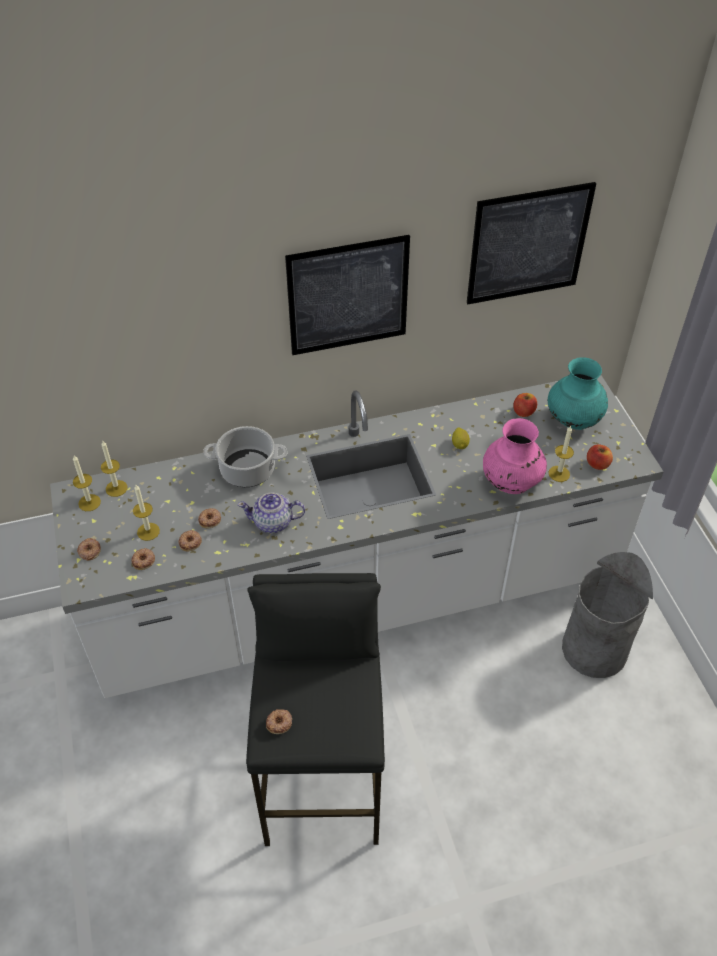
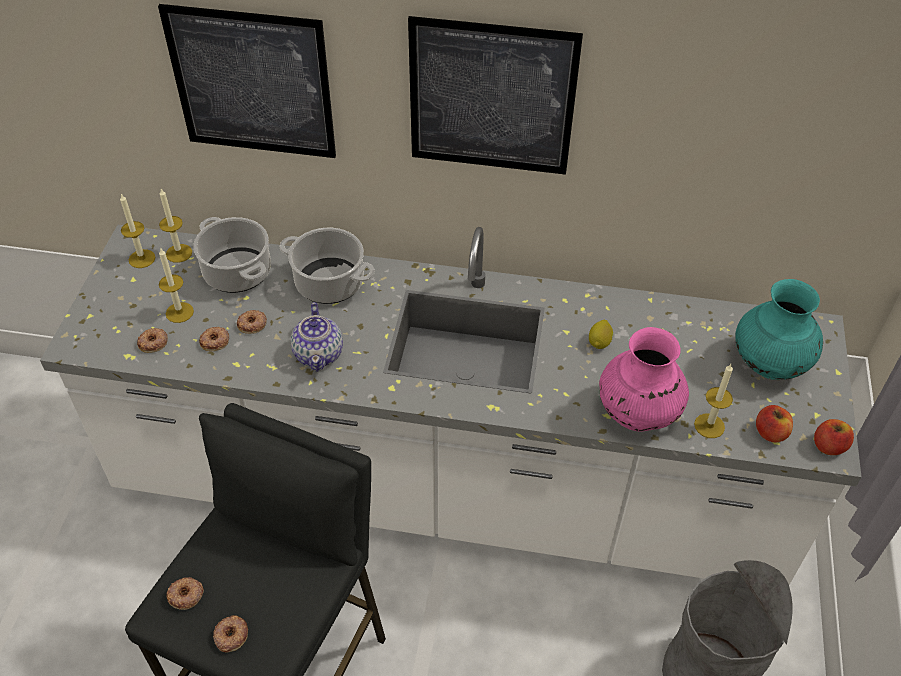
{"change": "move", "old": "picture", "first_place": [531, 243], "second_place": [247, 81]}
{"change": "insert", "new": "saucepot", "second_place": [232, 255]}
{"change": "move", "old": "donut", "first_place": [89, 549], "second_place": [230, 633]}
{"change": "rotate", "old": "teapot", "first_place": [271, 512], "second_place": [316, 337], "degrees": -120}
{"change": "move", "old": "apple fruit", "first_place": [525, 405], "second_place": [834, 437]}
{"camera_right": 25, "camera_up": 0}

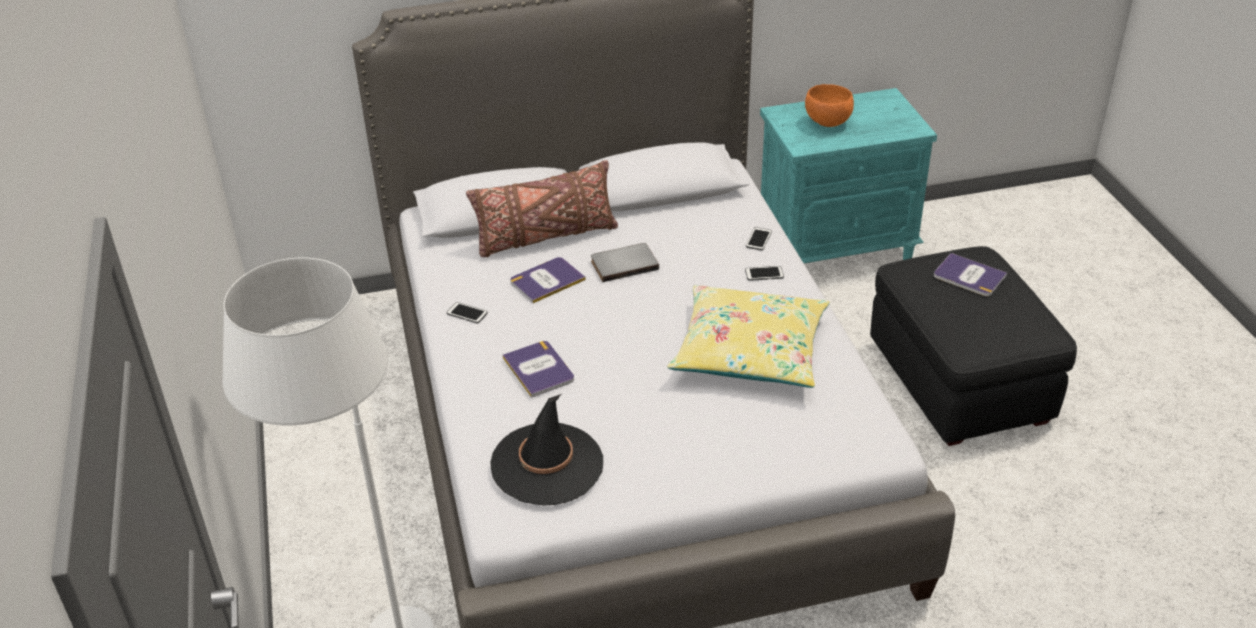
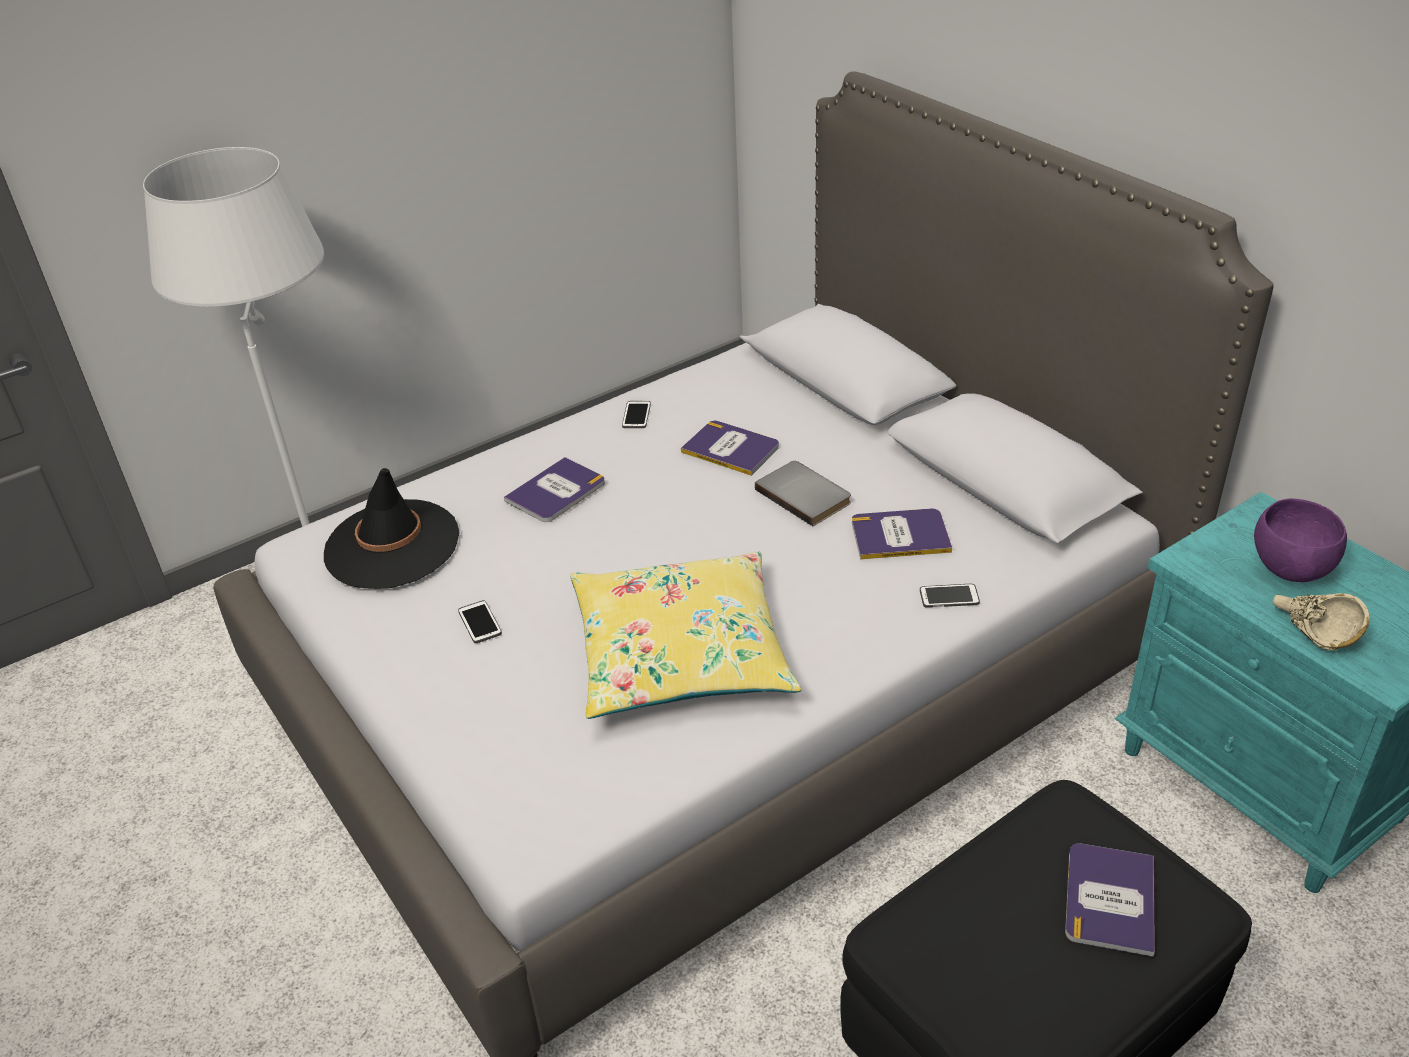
{"change": "move", "old": "handset", "first_place": [764, 273], "second_place": [480, 621]}
{"change": "insert", "new": "book", "second_place": [902, 533]}
{"change": "recolor", "old": "orangey serving bowl", "new": "purplish serving bowl", "first_place": [829, 105], "second_place": [1300, 540]}
{"change": "insert", "new": "sand-coloured serving bowl", "second_place": [1321, 622]}
{"change": "delete", "old": "brownish pillow", "first_place": [542, 208]}
{"camera_right": 70, "camera_up": 0}

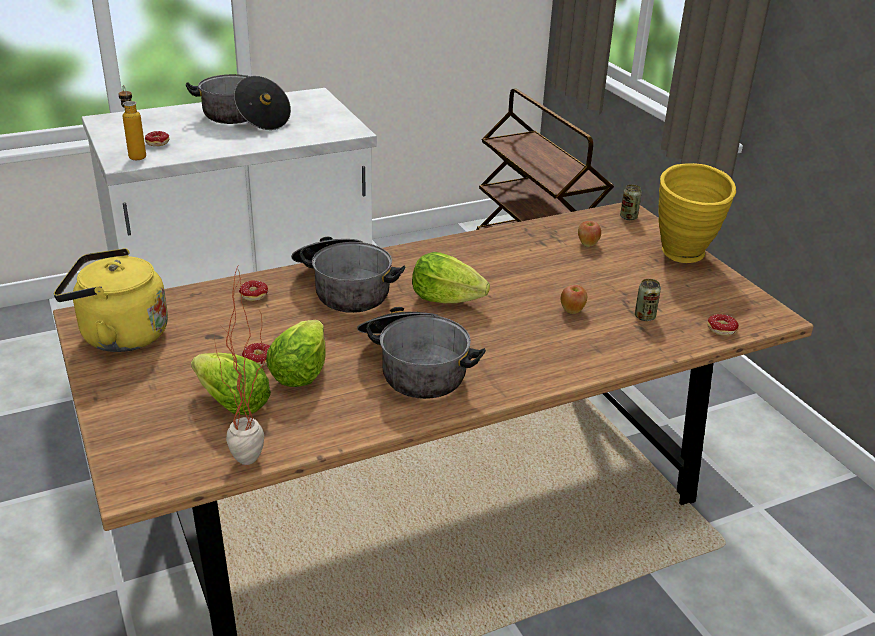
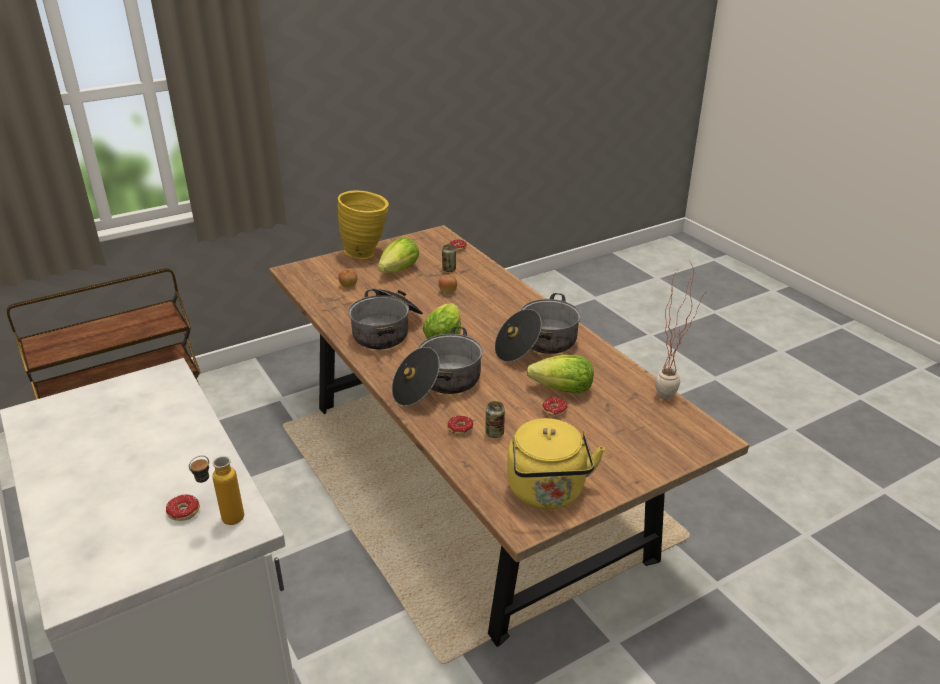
{"change": "move", "old": "saucepot", "first_place": [238, 102], "second_place": [385, 318]}
{"change": "move", "old": "lettuce", "first_place": [231, 384], "second_place": [398, 255]}
{"change": "move", "old": "sealed can", "first_place": [631, 202], "second_place": [495, 419]}
{"camera_right": -95, "camera_up": 0}

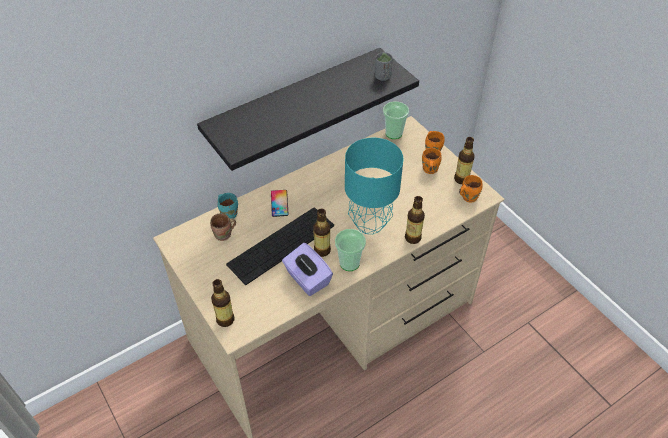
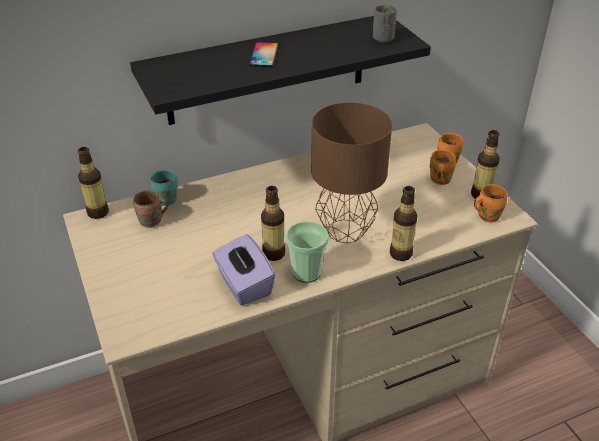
{"change": "move", "old": "drink bottle", "first_place": [223, 303], "second_place": [93, 183]}
{"change": "move", "old": "handset", "first_place": [280, 203], "second_place": [264, 54]}
{"change": "recolor", "old": "turquoise lamp for a table", "new": "brownish lamp for a table", "first_place": [374, 186], "second_place": [351, 172]}
{"change": "delete", "old": "PC keyboard", "first_place": [280, 246]}
{"change": "delete", "old": "small cup", "first_place": [396, 120]}
{"camera_right": 10, "camera_up": -10}

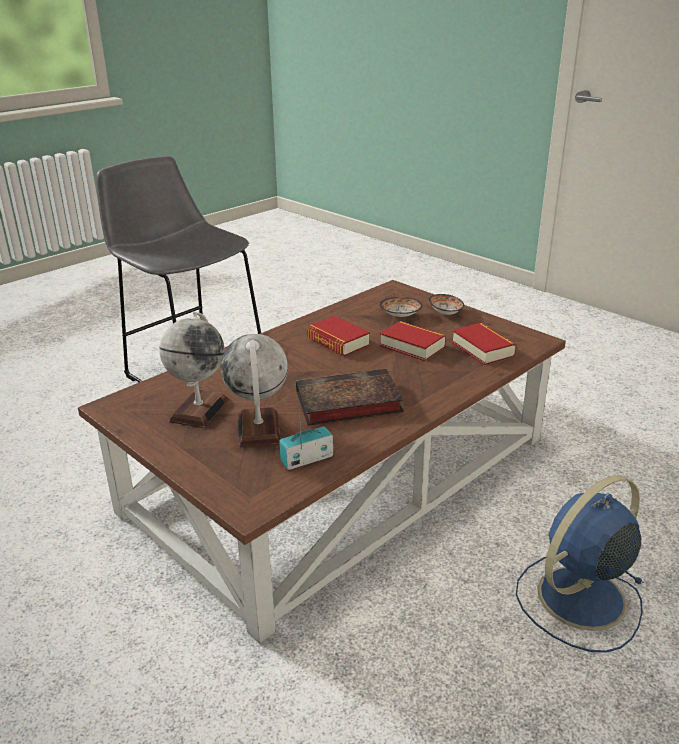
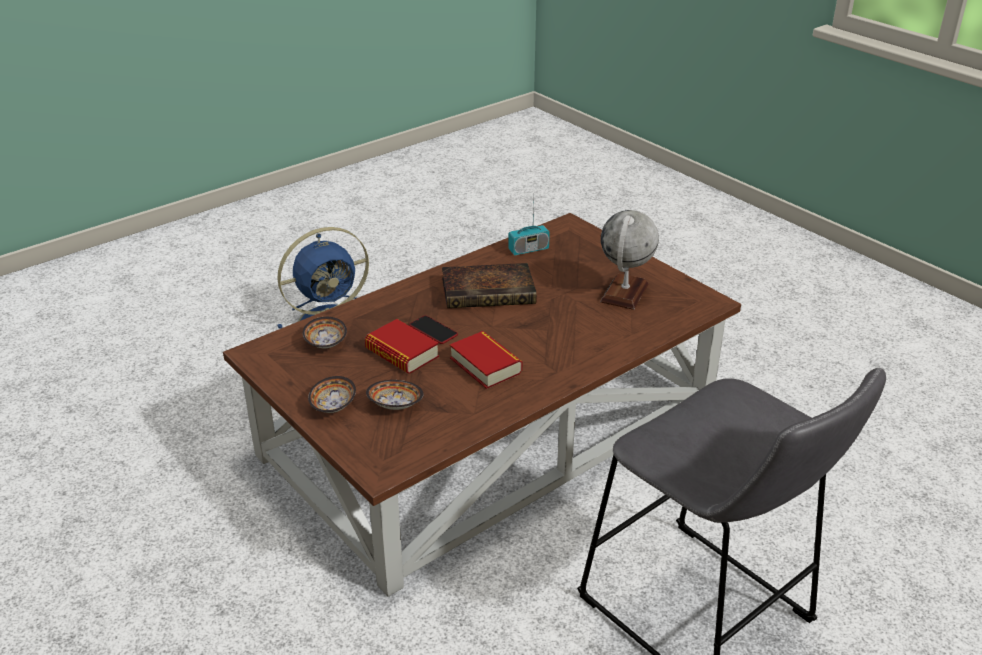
{"change": "replace", "old": "book", "new": "serving bowl", "first_place": [484, 344], "second_place": [325, 332]}
{"change": "insert", "new": "handset", "second_place": [433, 329]}
{"change": "delete", "old": "globe", "first_place": [254, 391]}
{"camera_right": -175, "camera_up": 5}

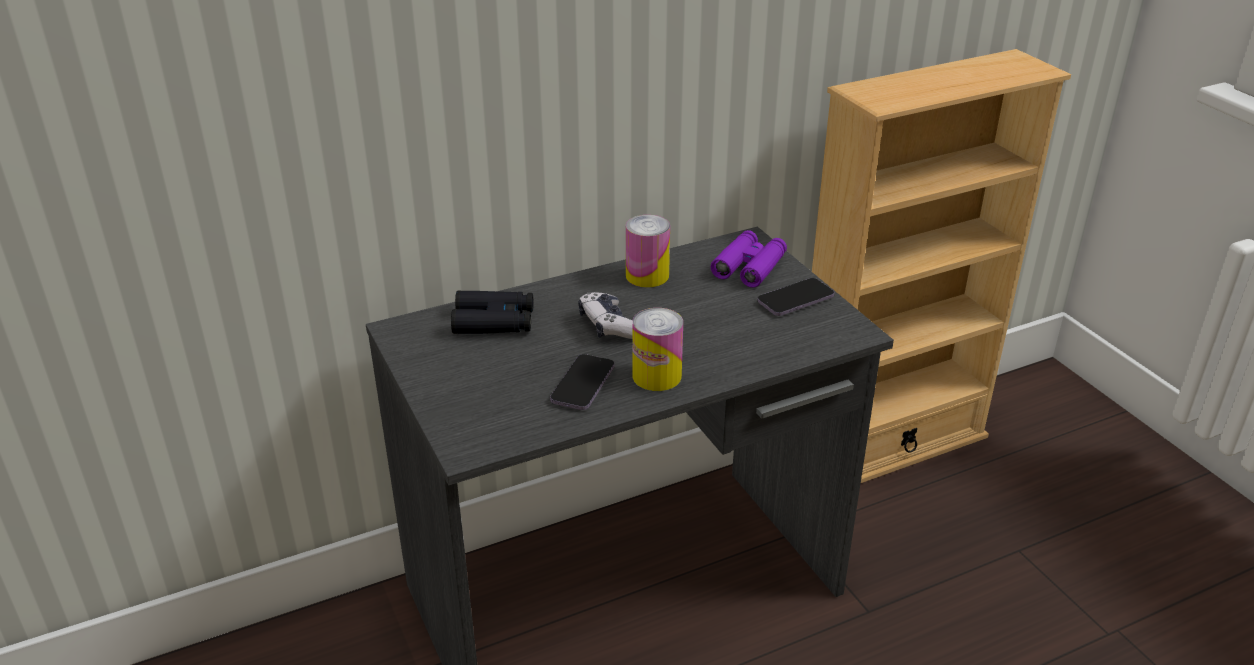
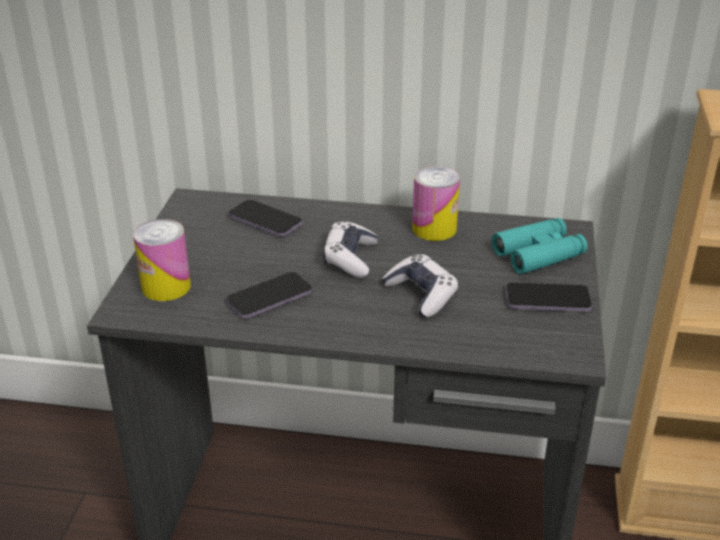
{"change": "move", "old": "sealed can", "first_place": [657, 349], "second_place": [162, 260]}
{"change": "replace", "old": "black-coloured pair of binoculars", "new": "handset", "first_place": [492, 312], "second_place": [265, 218]}
{"change": "insert", "new": "gamepad", "second_place": [420, 286]}
{"change": "recolor", "old": "purplish pair of binoculars", "new": "turquoise pair of binoculars", "first_place": [749, 259], "second_place": [539, 246]}
{"camera_right": 35, "camera_up": 0}

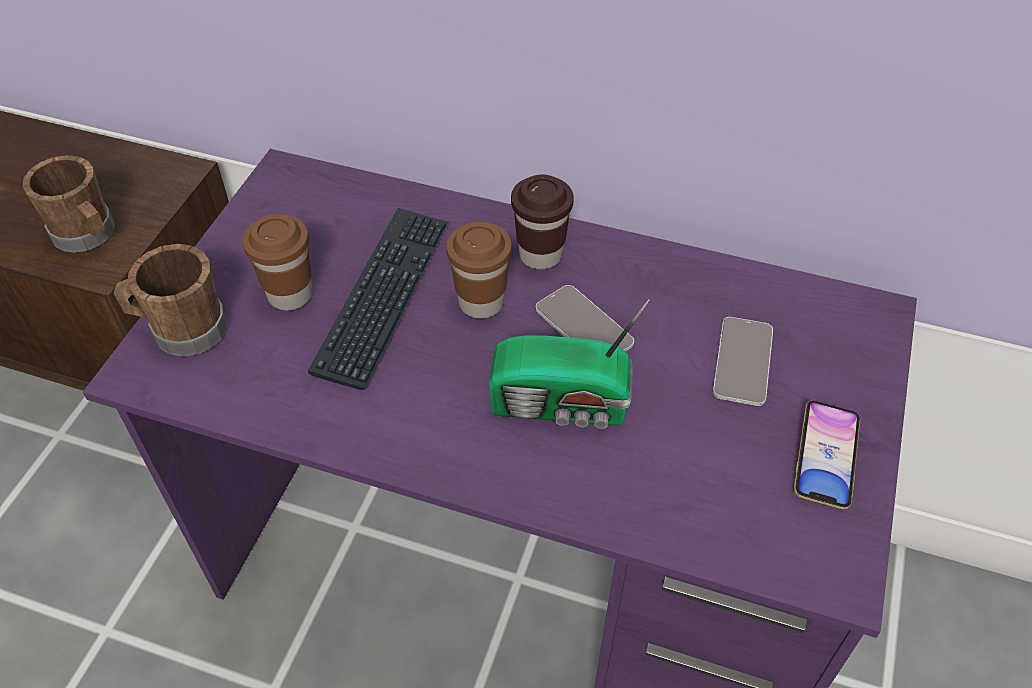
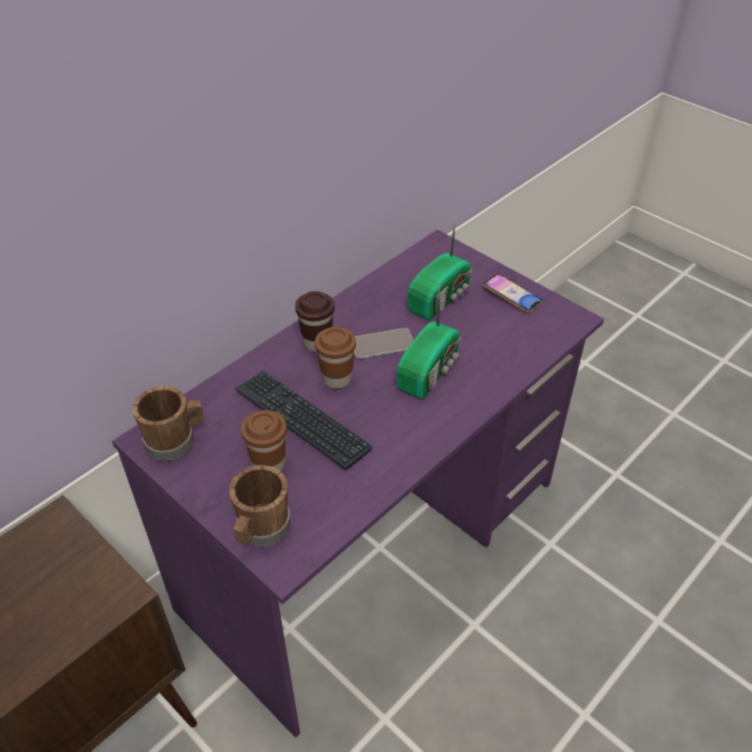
{"change": "move", "old": "brownish coffee mug", "first_place": [68, 204], "second_place": [168, 423]}
{"change": "replace", "old": "handset", "new": "radio", "first_place": [743, 361], "second_place": [440, 268]}
{"camera_right": -65, "camera_up": -5}

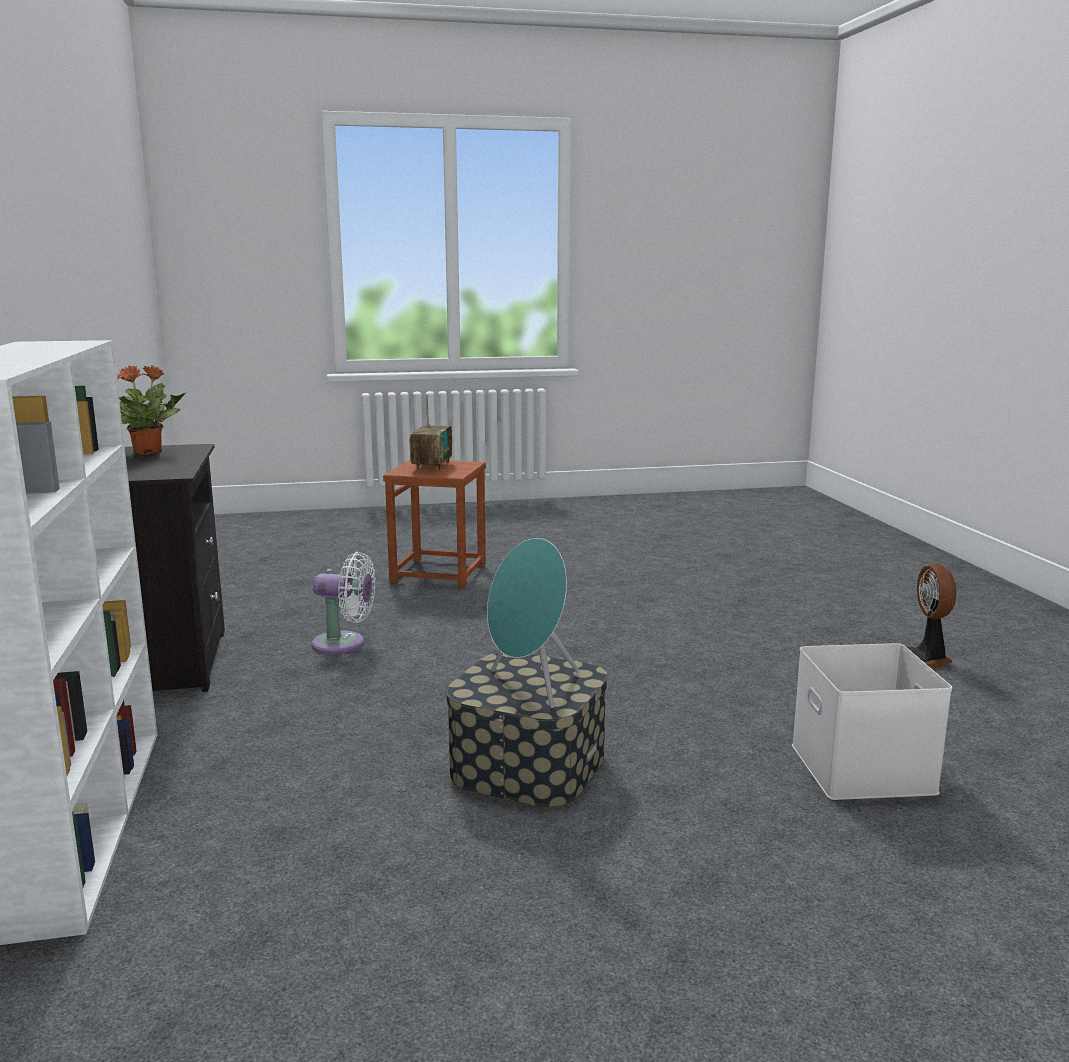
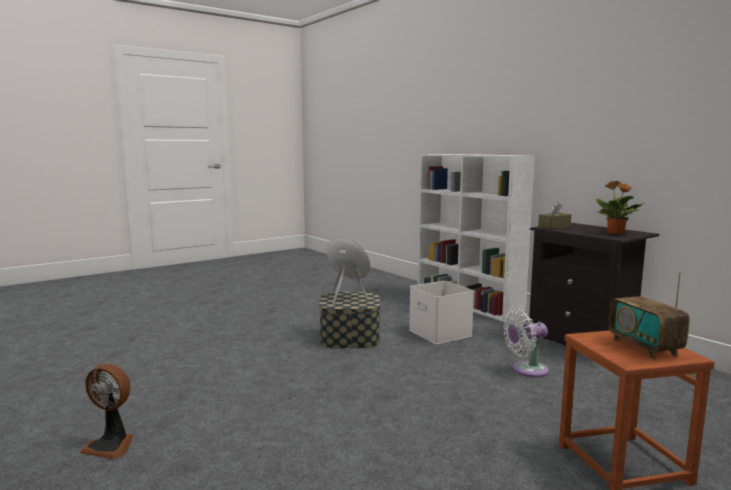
{"change": "rotate", "old": "fan", "first_place": [931, 616], "second_place": [106, 411], "degrees": 135}
{"change": "move", "old": "white storage container", "first_place": [872, 721], "second_place": [441, 312]}
{"change": "insert", "new": "brownish tissue holder", "second_place": [554, 215]}
{"camera_right": 155, "camera_up": -5}

